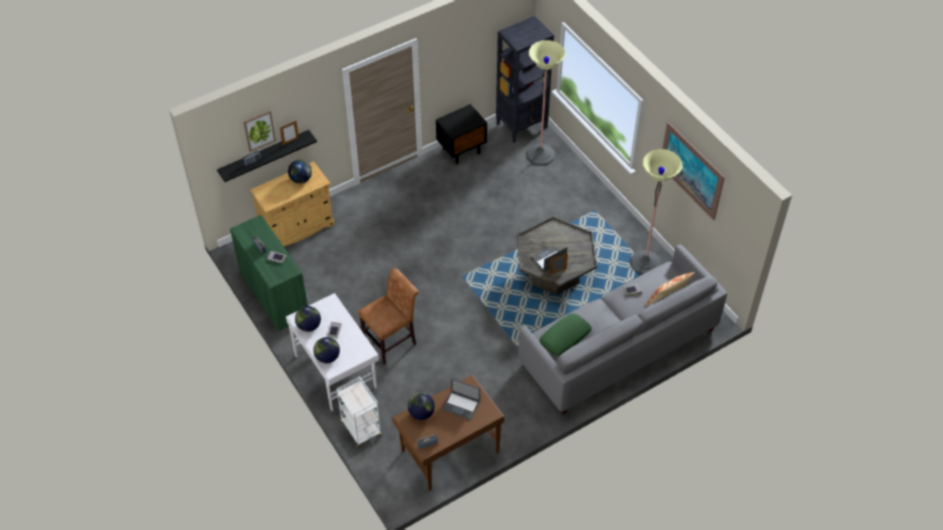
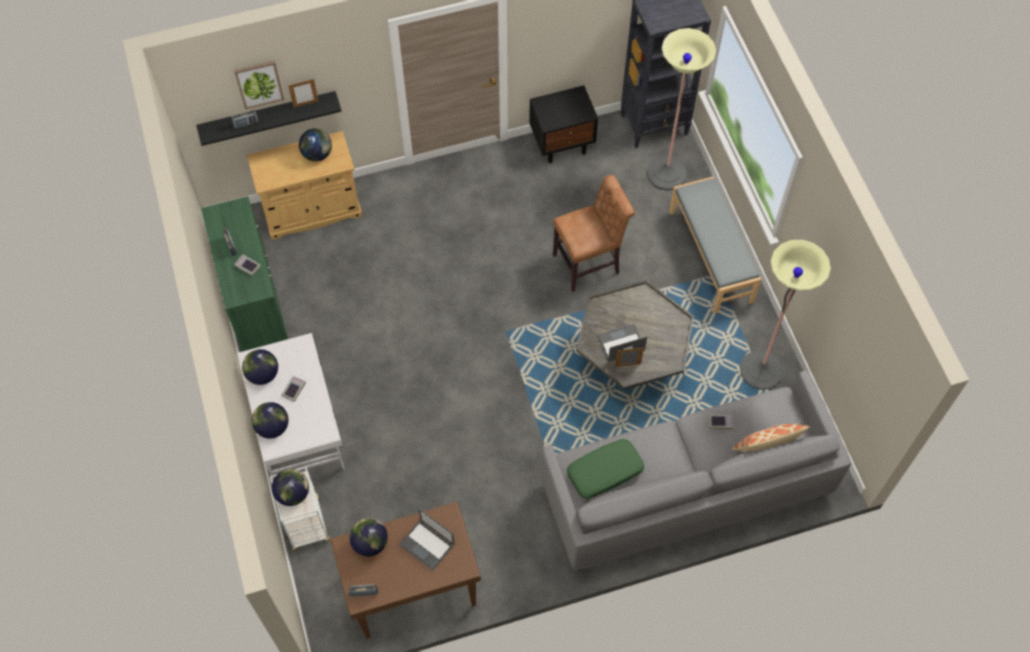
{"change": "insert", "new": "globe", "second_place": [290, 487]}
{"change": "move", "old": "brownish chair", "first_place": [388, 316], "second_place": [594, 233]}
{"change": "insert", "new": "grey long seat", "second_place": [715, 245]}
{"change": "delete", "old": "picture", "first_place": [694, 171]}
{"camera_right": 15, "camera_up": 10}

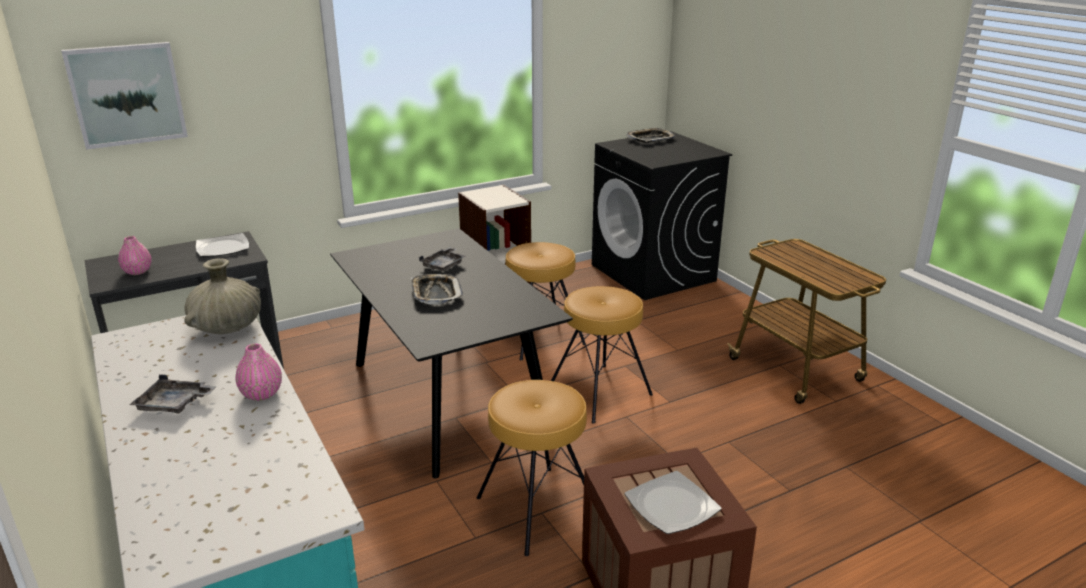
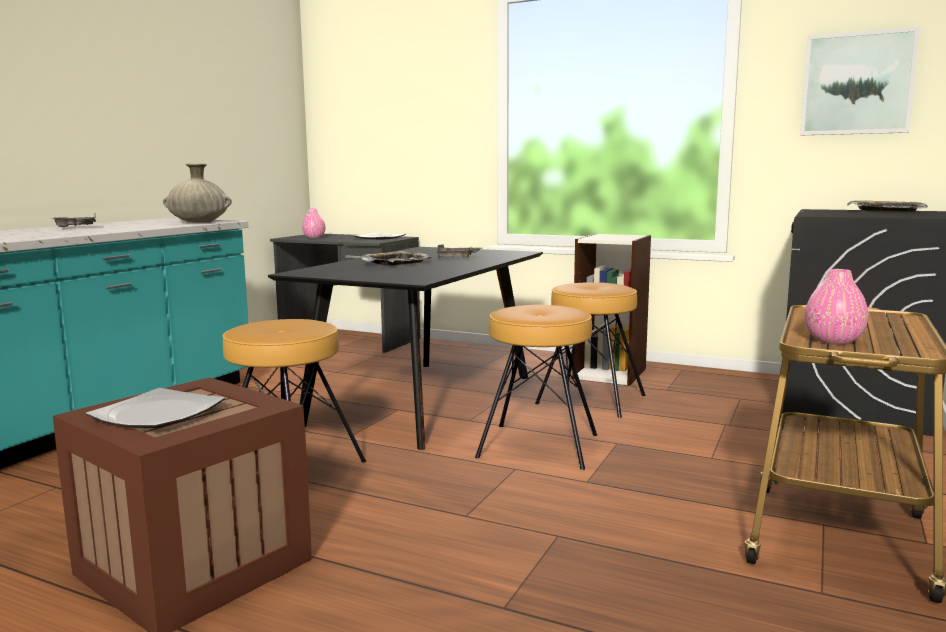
{"change": "move", "old": "picture", "first_place": [124, 96], "second_place": [860, 81]}
{"change": "move", "old": "pinkish vase", "first_place": [258, 372], "second_place": [836, 306]}
{"camera_right": 55, "camera_up": -15}

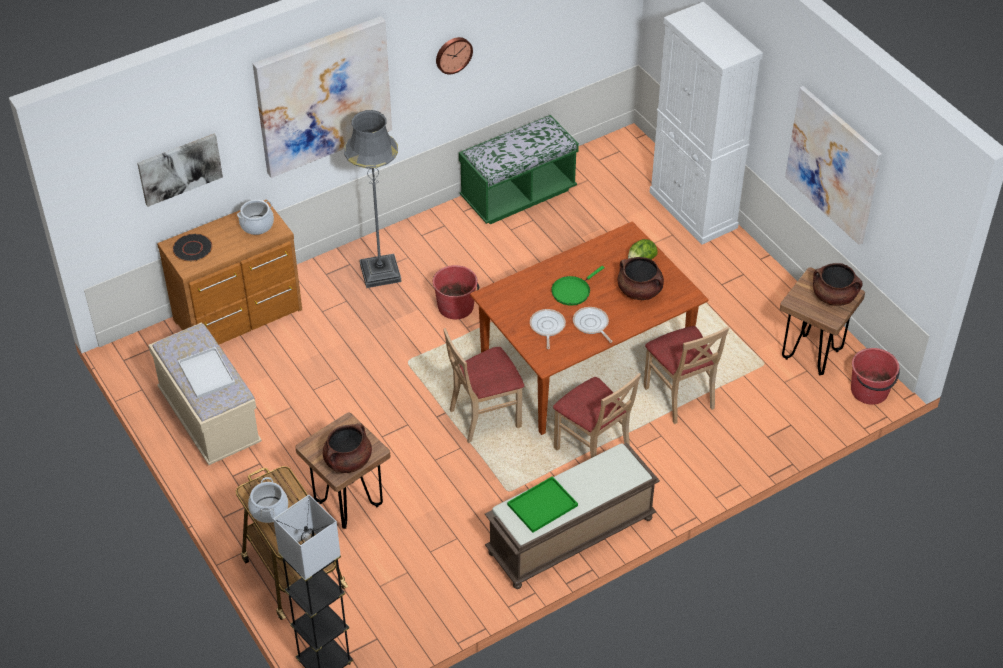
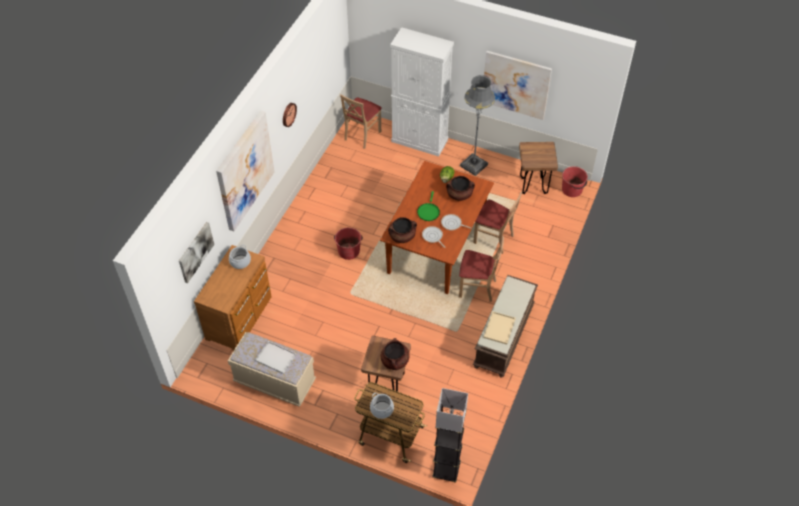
{"change": "move", "old": "sand-coloured chair", "first_place": [483, 385], "second_place": [361, 122]}
{"change": "move", "old": "brownish saucepot", "first_place": [837, 284], "second_place": [402, 230]}
{"change": "move", "old": "grey standing lamp", "first_place": [372, 199], "second_place": [477, 125]}
{"change": "recolor", "old": "greenish serving tray", "new": "sand-coloured serving tray", "first_place": [542, 504], "second_place": [499, 328]}
{"change": "delete", "old": "black-coloured plate", "first_place": [192, 247]}
{"change": "delete", "old": "greenish long seat", "first_place": [519, 169]}
{"camera_right": -35, "camera_up": 5}

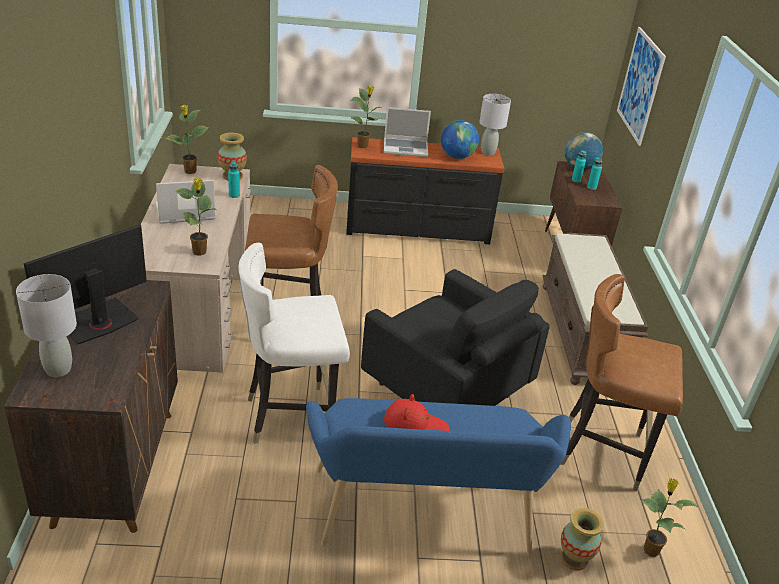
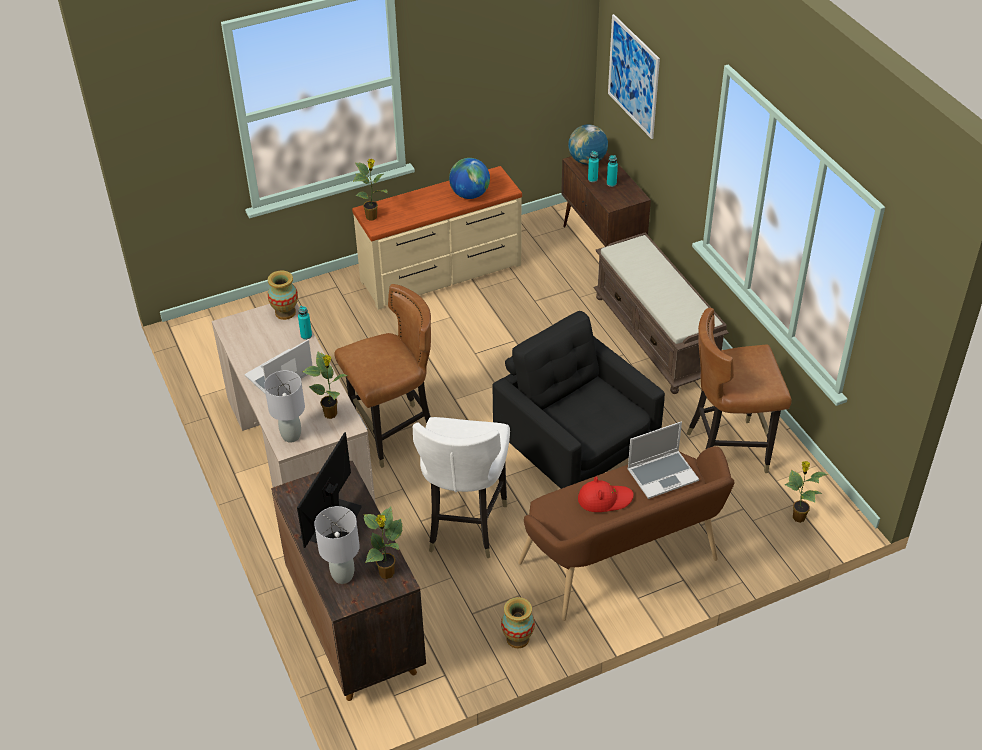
{"change": "move", "old": "grey lamp for a table", "first_place": [495, 124], "second_place": [284, 407]}
{"change": "recolor", "old": "black-coloured dresser", "new": "sand-coloured dresser", "first_place": [425, 190], "second_place": [437, 238]}
{"change": "move", "old": "potted plant", "first_place": [187, 139], "second_place": [383, 543]}
{"change": "rotate", "old": "white chair", "first_place": [294, 343], "second_place": [461, 487], "degrees": -45}
{"change": "rotate", "old": "black-coloured lounge chair", "first_place": [455, 337], "second_place": [579, 400], "degrees": -150}
{"change": "move", "old": "vase", "first_place": [582, 539], "second_place": [518, 622]}
{"change": "recolor", "old": "bluish long seat", "new": "brownish long seat", "first_place": [438, 477], "second_place": [626, 533]}
{"change": "move", "old": "laptop", "first_place": [407, 132], "second_place": [663, 460]}
{"camera_right": -20, "camera_up": 10}

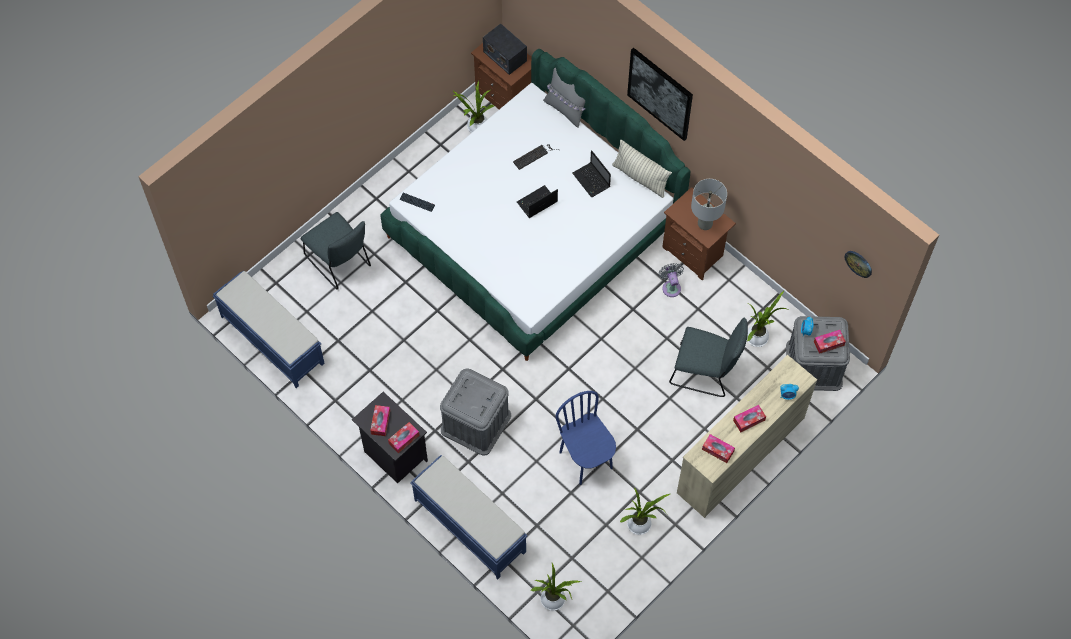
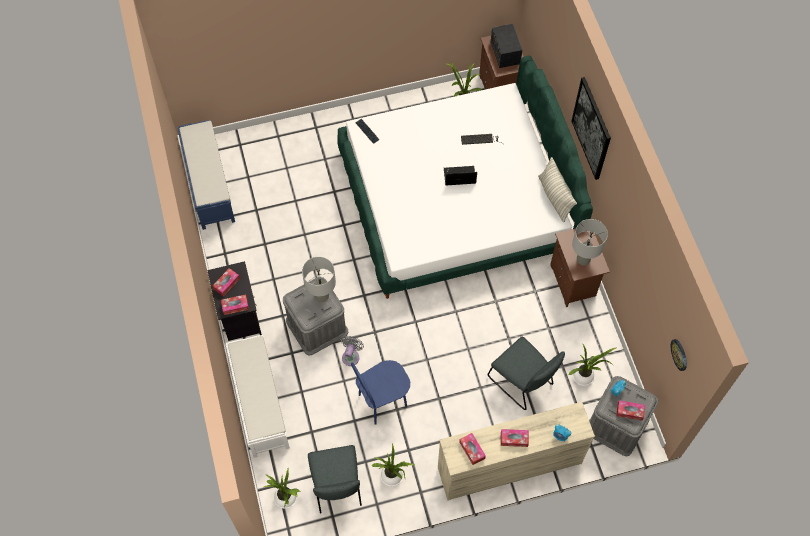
{"change": "recolor", "old": "bluish long seat", "new": "white long seat", "first_place": [469, 517], "second_place": [258, 396]}
{"change": "insert", "new": "grey lamp for a table", "second_place": [319, 279]}
{"change": "move", "old": "grey chair", "first_place": [336, 251], "second_place": [335, 479]}
{"change": "move", "old": "grey fan", "first_place": [671, 280], "second_place": [352, 351]}
{"change": "rotate", "old": "bluish chair", "first_place": [585, 438], "second_place": [380, 392], "degrees": -120}
{"change": "delete", "old": "grey pillow", "first_place": [564, 98]}
{"change": "delete", "old": "laptop", "first_place": [591, 173]}
{"camera_right": 30, "camera_up": 0}

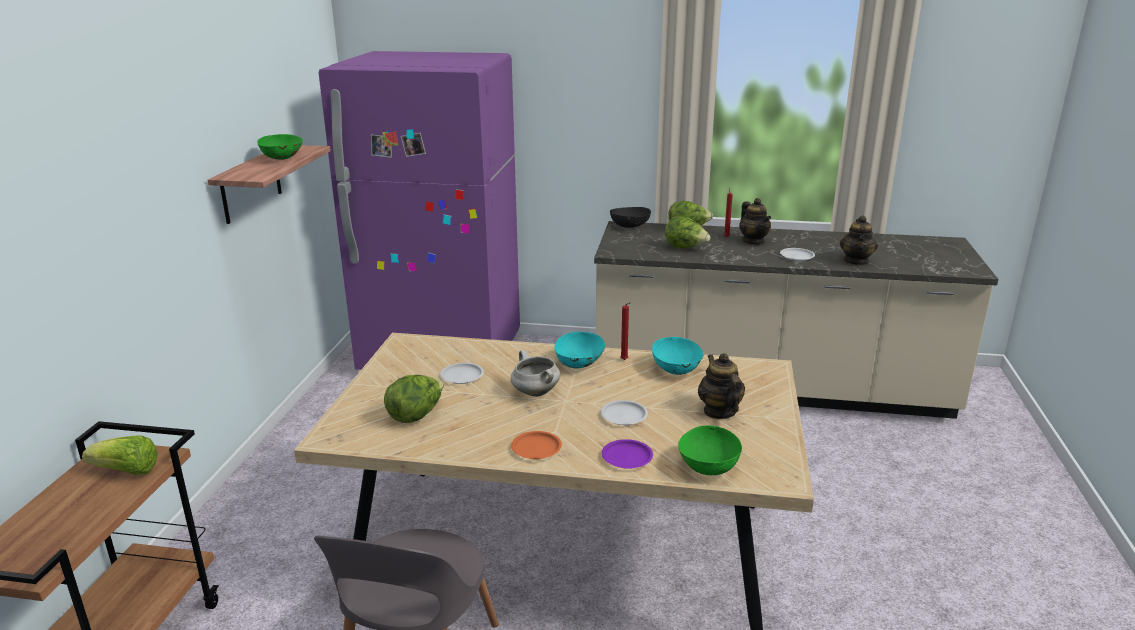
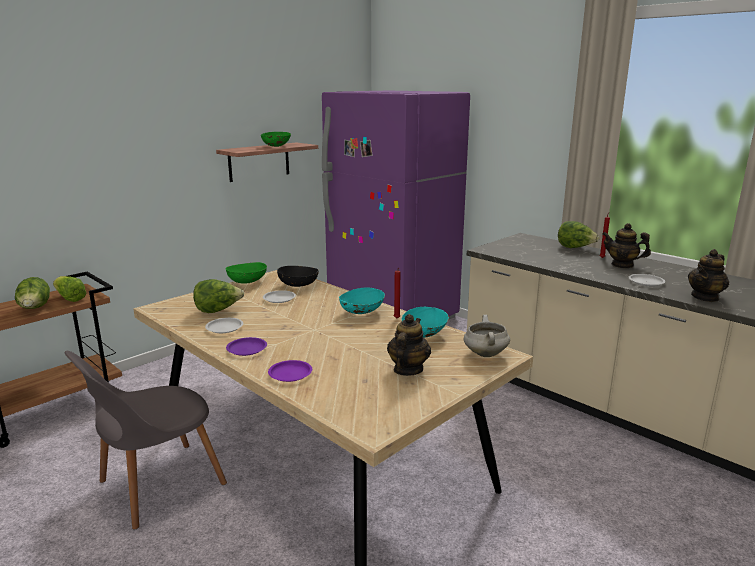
{"change": "move", "old": "lettuce", "first_place": [688, 232], "second_place": [32, 293]}
{"change": "move", "old": "white plate", "first_place": [624, 412], "second_place": [224, 325]}
{"change": "move", "old": "greenish serving bowl", "first_place": [710, 450], "second_place": [246, 273]}
{"change": "recolor", "old": "orangey plate", "new": "purplish plate", "first_place": [536, 445], "second_place": [246, 346]}
{"change": "move", "old": "black-coloured serving bowl", "first_place": [630, 217], "second_place": [298, 276]}
{"change": "move", "old": "white saucepot", "first_place": [535, 373], "second_place": [487, 336]}
{"change": "rotate", "old": "teapot", "first_place": [755, 221], "second_place": [627, 245], "degrees": 105}
{"camera_right": 35, "camera_up": -5}

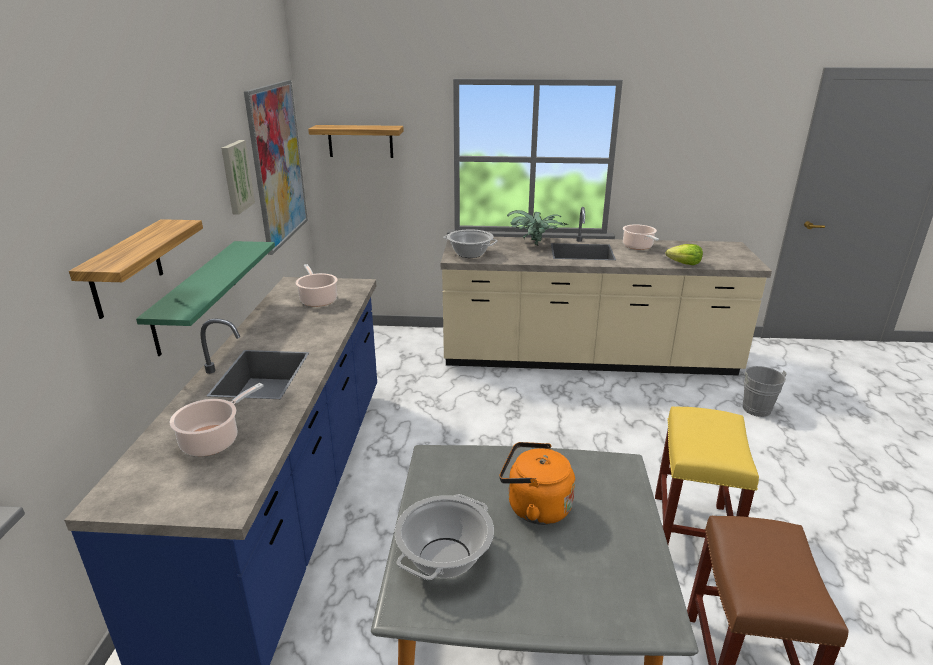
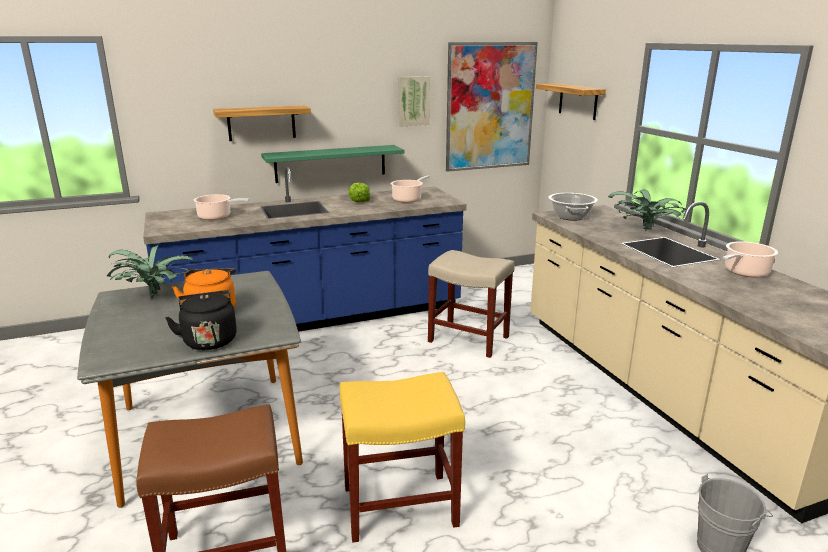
{"change": "replace", "old": "saucepot", "new": "potted plant", "first_place": [444, 537], "second_place": [150, 271]}
{"change": "insert", "new": "black-coloured kettle", "second_place": [201, 320]}
{"change": "move", "old": "lettuce", "first_place": [684, 254], "second_place": [359, 192]}
{"change": "insert", "new": "sand-coloured stool", "second_place": [471, 304]}
{"camera_right": 65, "camera_up": -5}

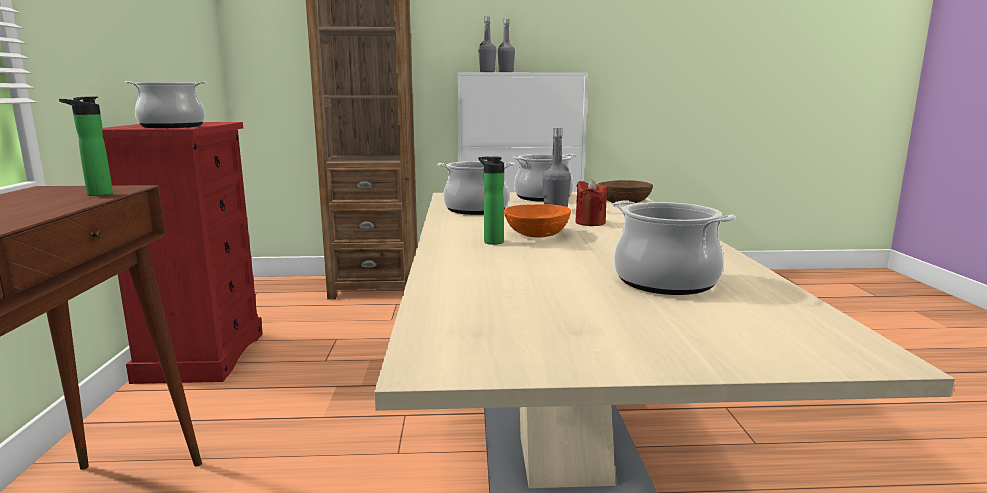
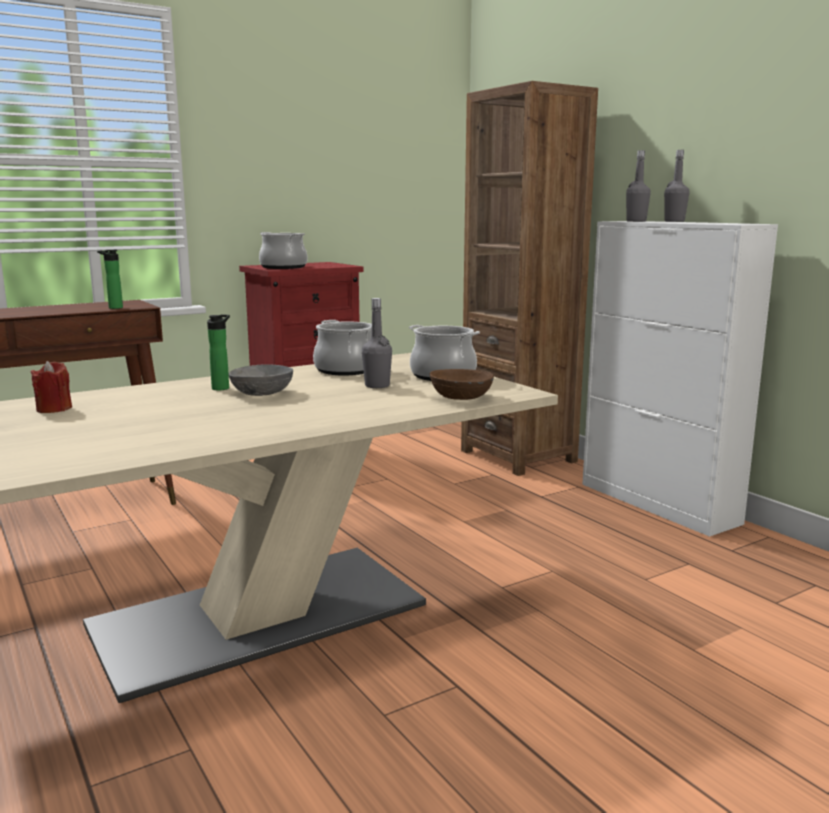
{"change": "move", "old": "reddish candle", "first_place": [591, 202], "second_place": [51, 387]}
{"change": "recolor", "old": "orangey serving bowl", "new": "grey serving bowl", "first_place": [537, 220], "second_place": [261, 380]}
{"change": "delete", "old": "saucepot", "first_place": [674, 247]}
{"camera_right": 60, "camera_up": 0}

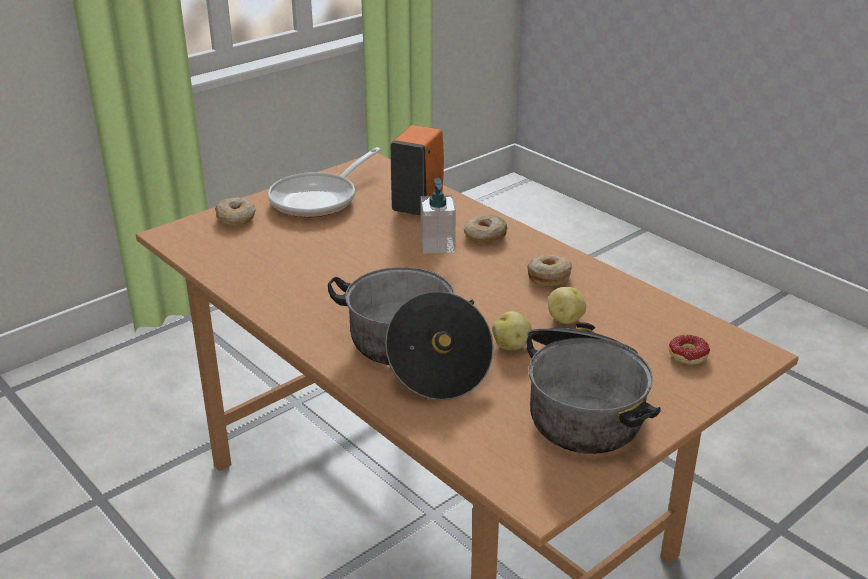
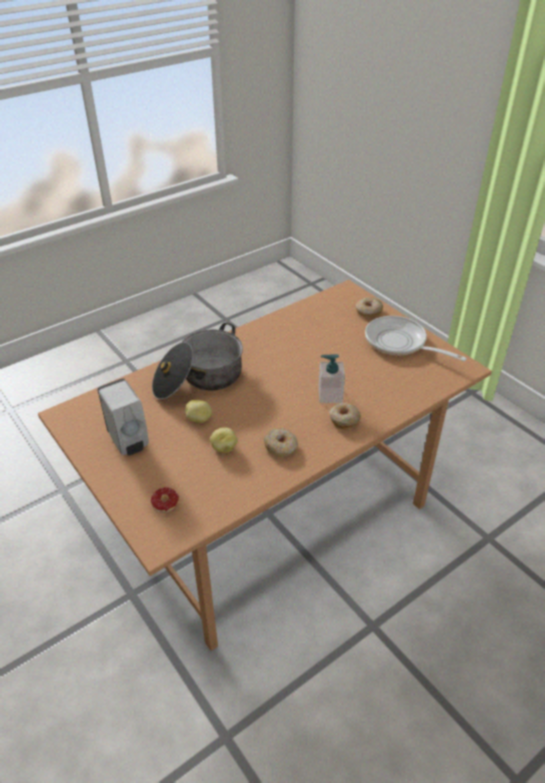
{"change": "replace", "old": "saucepot", "new": "white soap bottle", "first_place": [594, 388], "second_place": [123, 417]}
{"change": "delete", "old": "orangey soap bottle", "first_place": [417, 170]}
{"camera_right": 95, "camera_up": 10}

